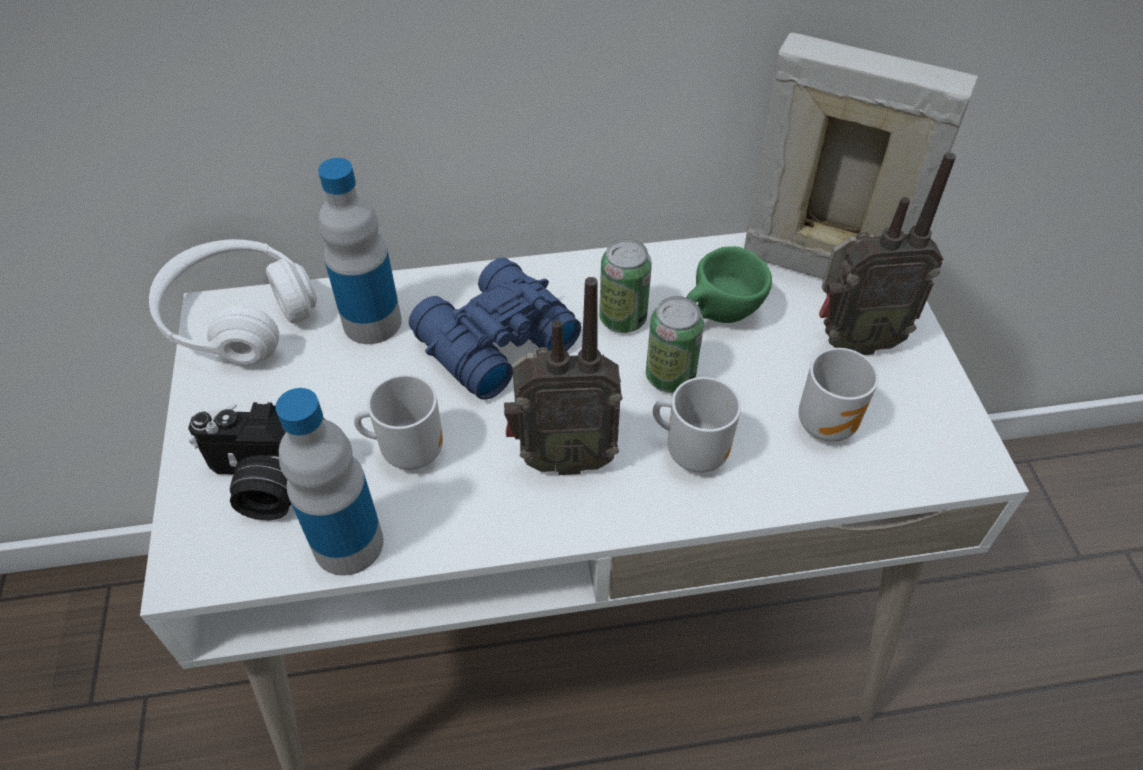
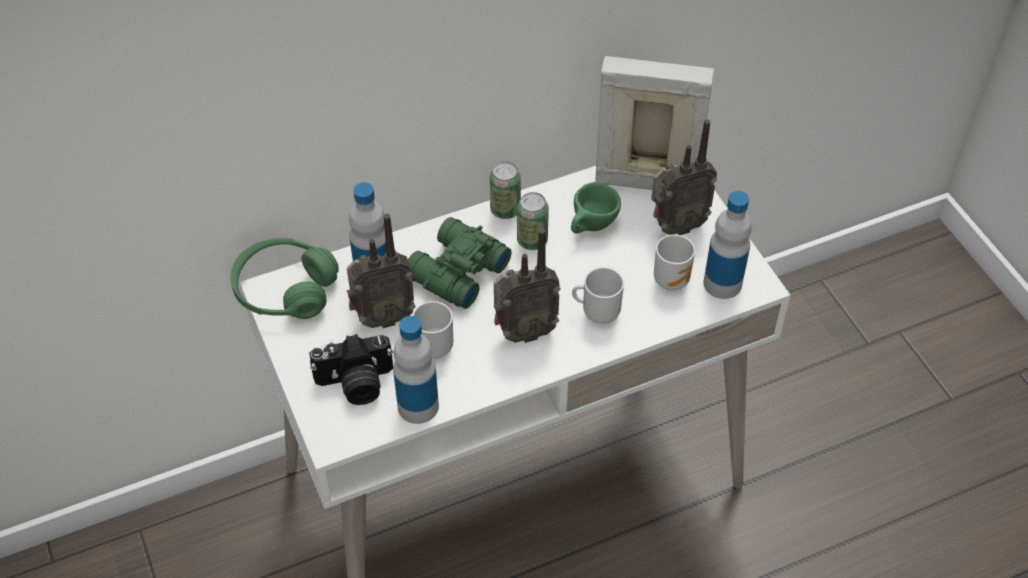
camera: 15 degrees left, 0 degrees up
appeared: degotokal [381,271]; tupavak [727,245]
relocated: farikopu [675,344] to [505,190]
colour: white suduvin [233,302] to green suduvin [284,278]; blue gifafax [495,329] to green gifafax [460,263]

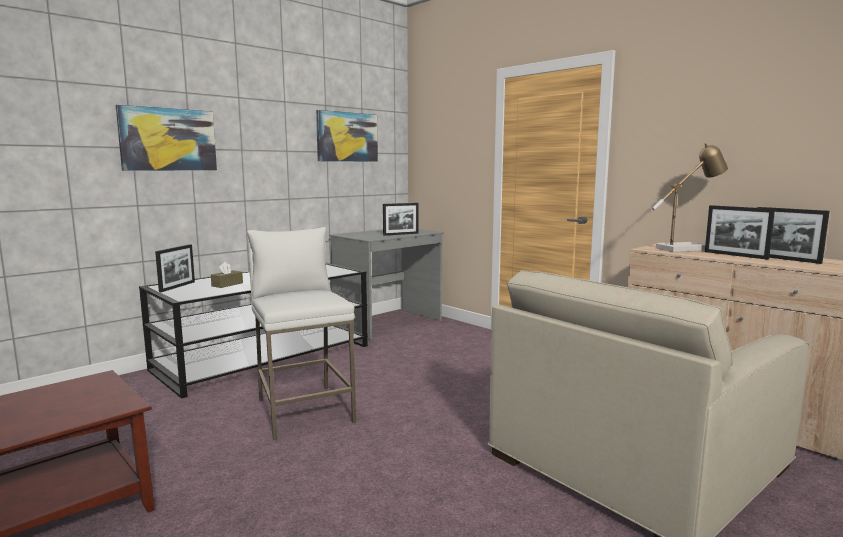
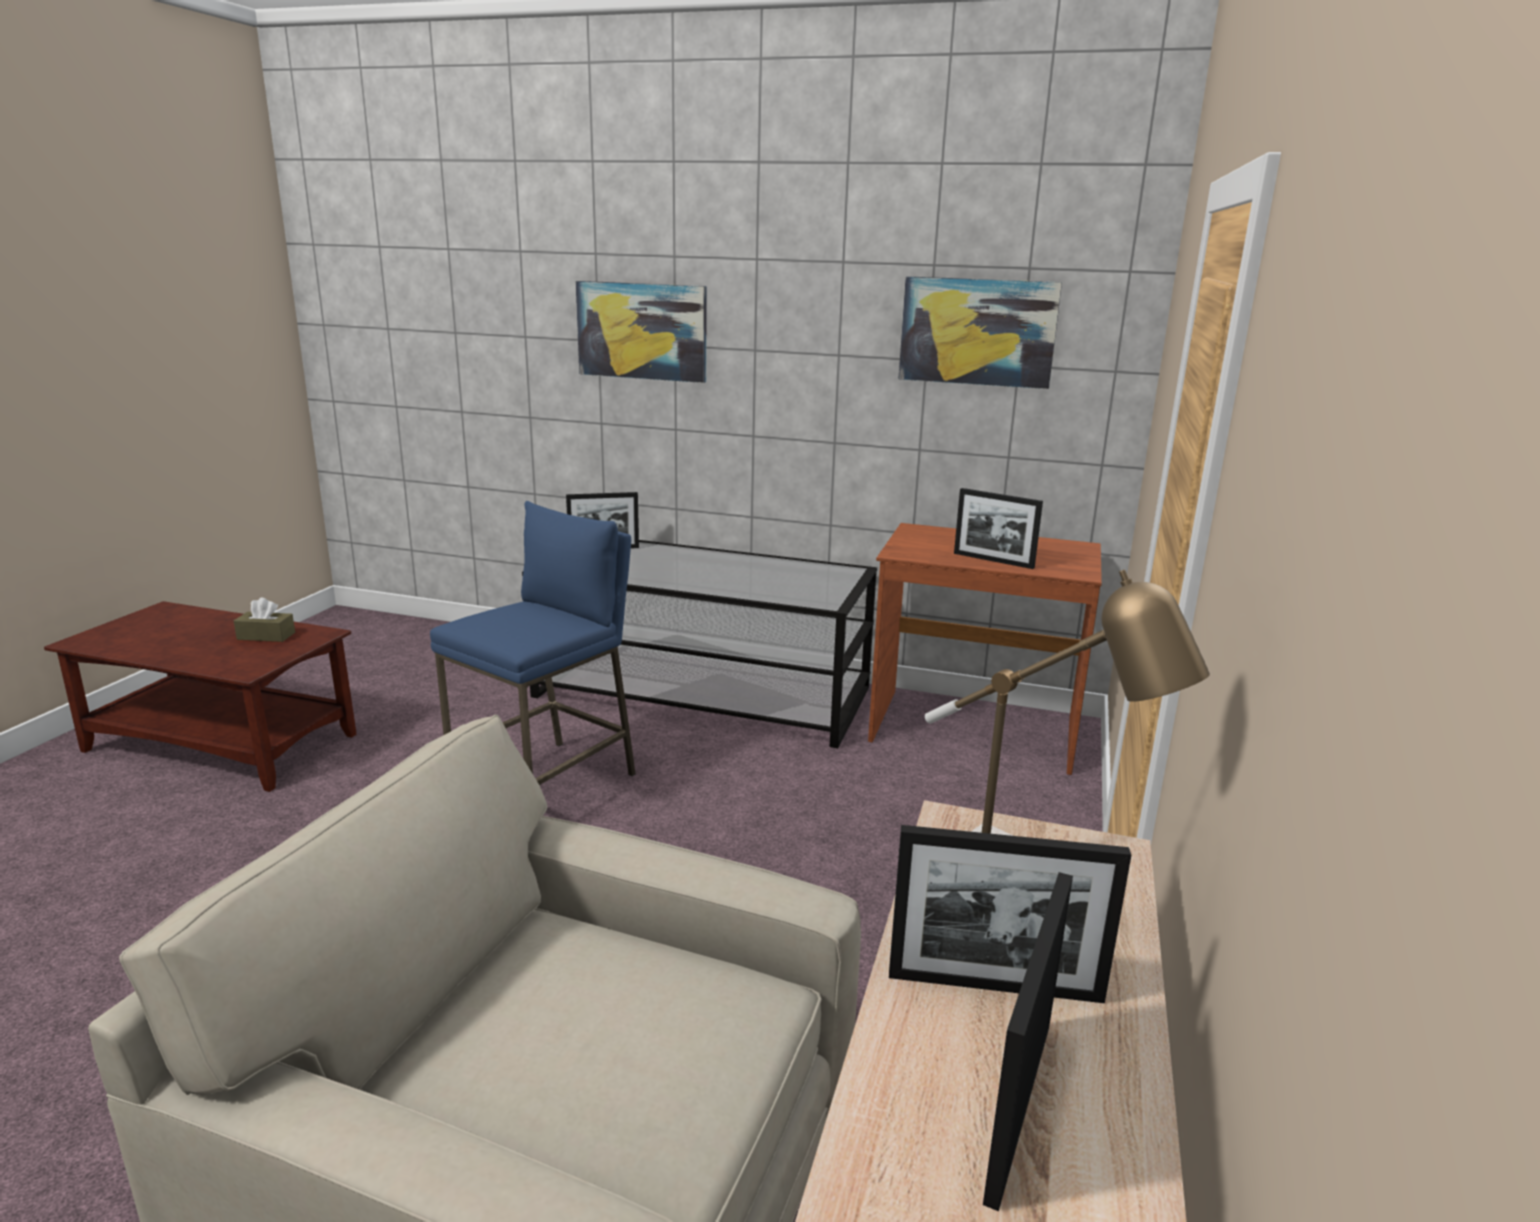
camera: 60 degrees right, 10 degrees up
relocated: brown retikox [227,275] to [264,619]
colour: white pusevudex [301,333] to blue pusevudex [533,643]; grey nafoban [387,284] to brown nafoban [985,649]
spun: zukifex [740,232] = [1010,914] 105 degrees counterclockwise

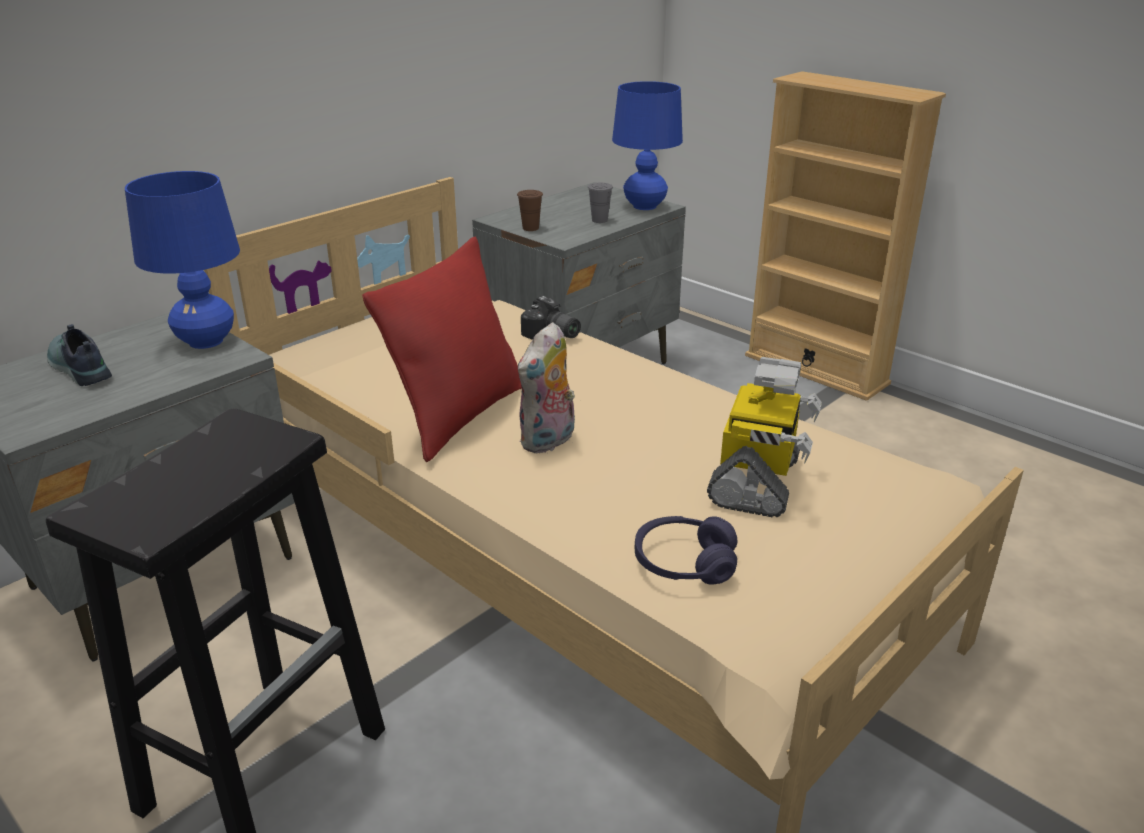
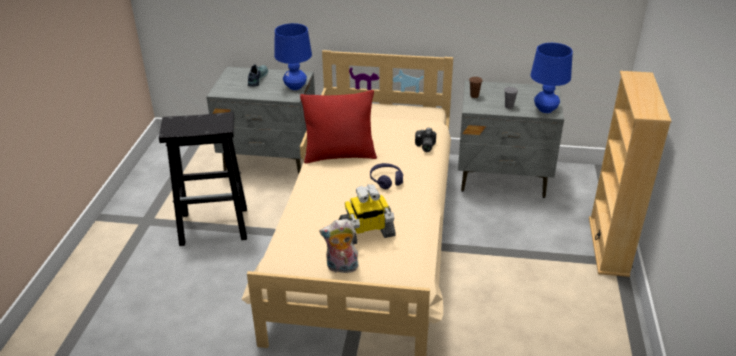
camera: 55 degrees right, 5 degrees up
relocated: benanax [546,388] to [339,246]; purple suduvin [686,550] to [386,176]

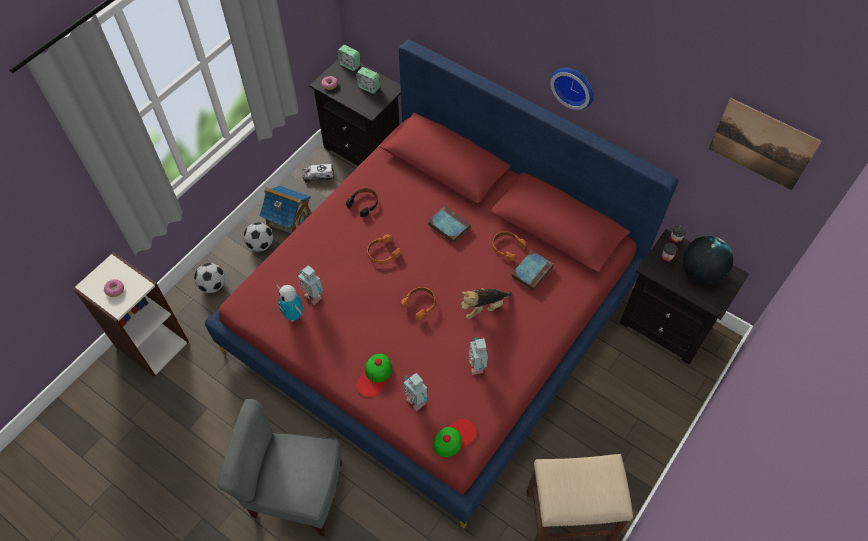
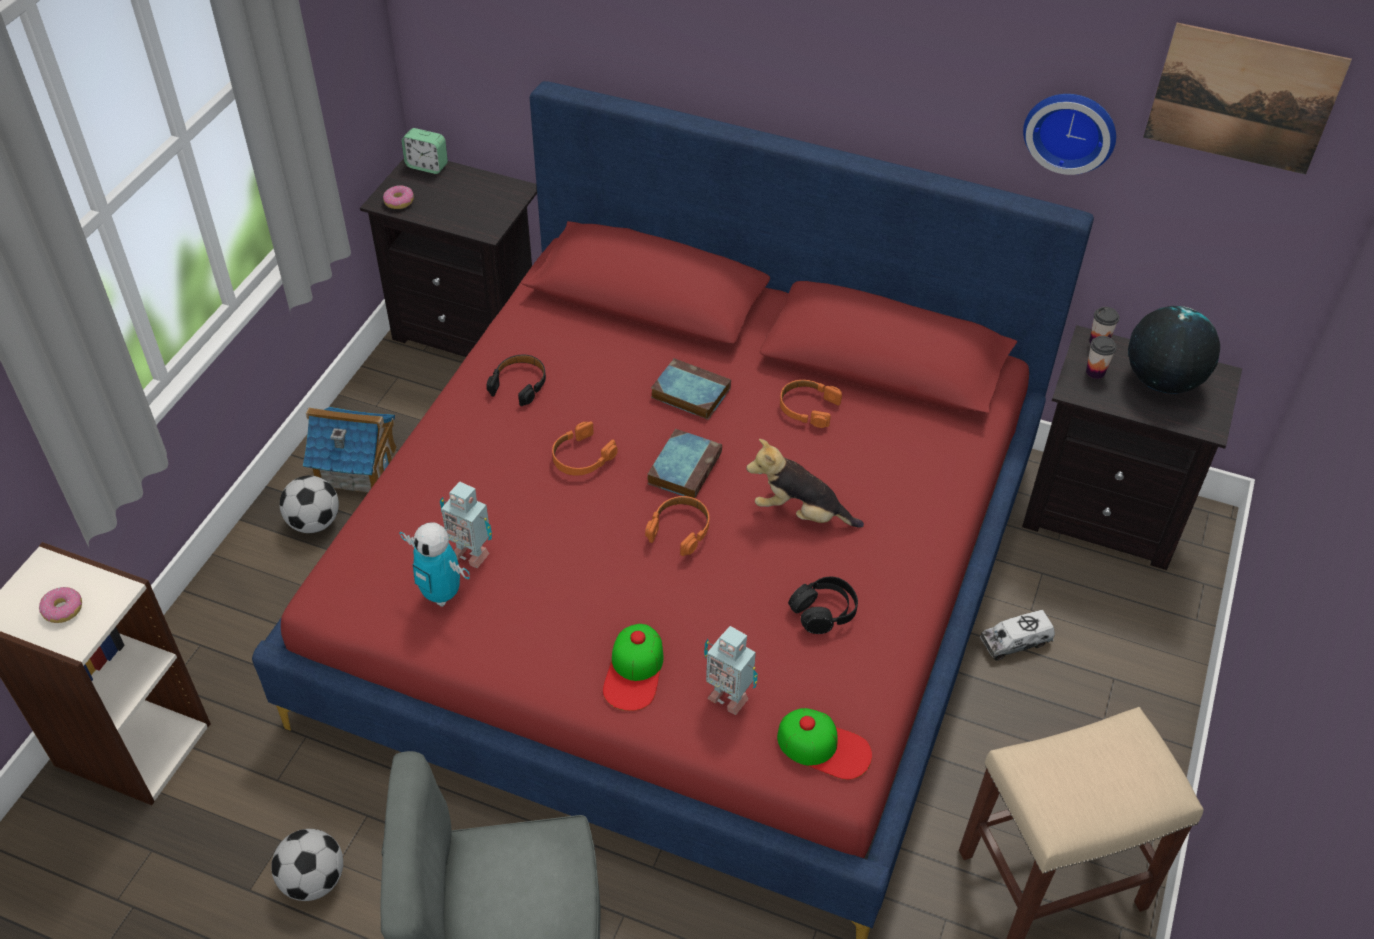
camera: 15 degrees left, 10 degrees down
missing: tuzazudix [368,80]
relocated: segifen [209,278] to [307,865]; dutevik [318,173] to [1017,635]; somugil [532,271] to [684,463]; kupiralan [572,89] to [1069,134]
exchanged: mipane [478,356] to black suduvin [823,605]
spun: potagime [455,438] = [824,744] 75 degrees clockwise; benanax [486,303] = [805,483] 60 degrees clockwise

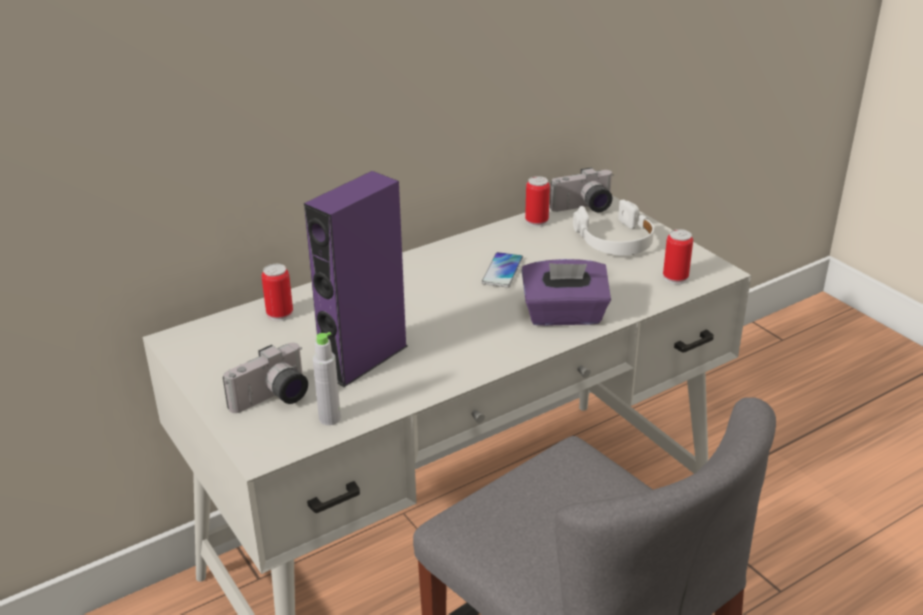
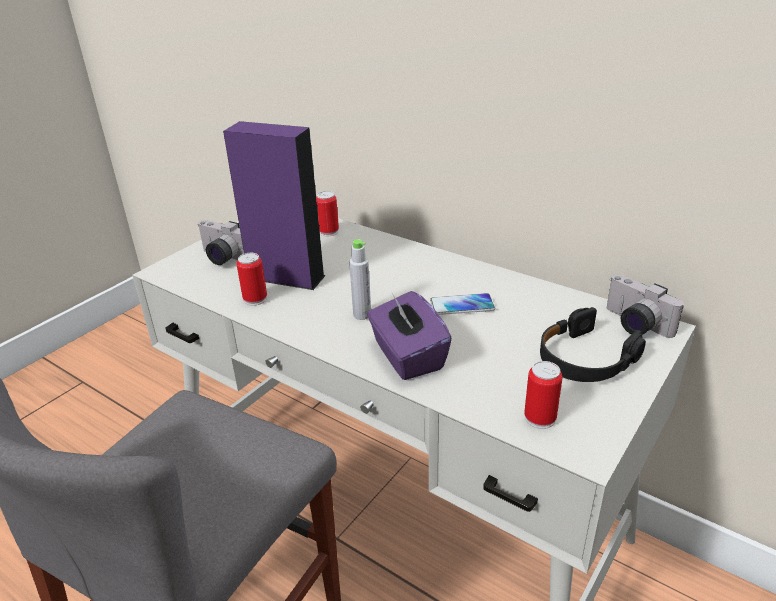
camera: 70 degrees right, 0 degrees up
relocated: grey tupavak [327,378] to [360,279]; farikopu [537,201] to [252,279]
colour: white suduvin [613,227] to black suduvin [593,344]

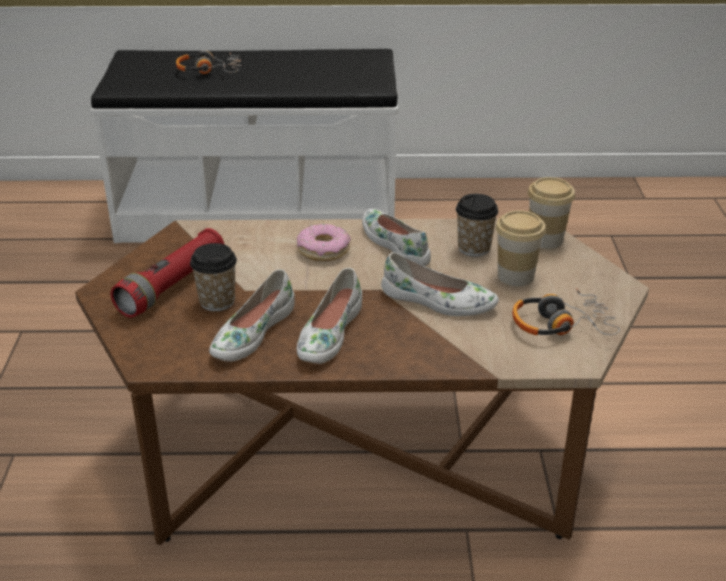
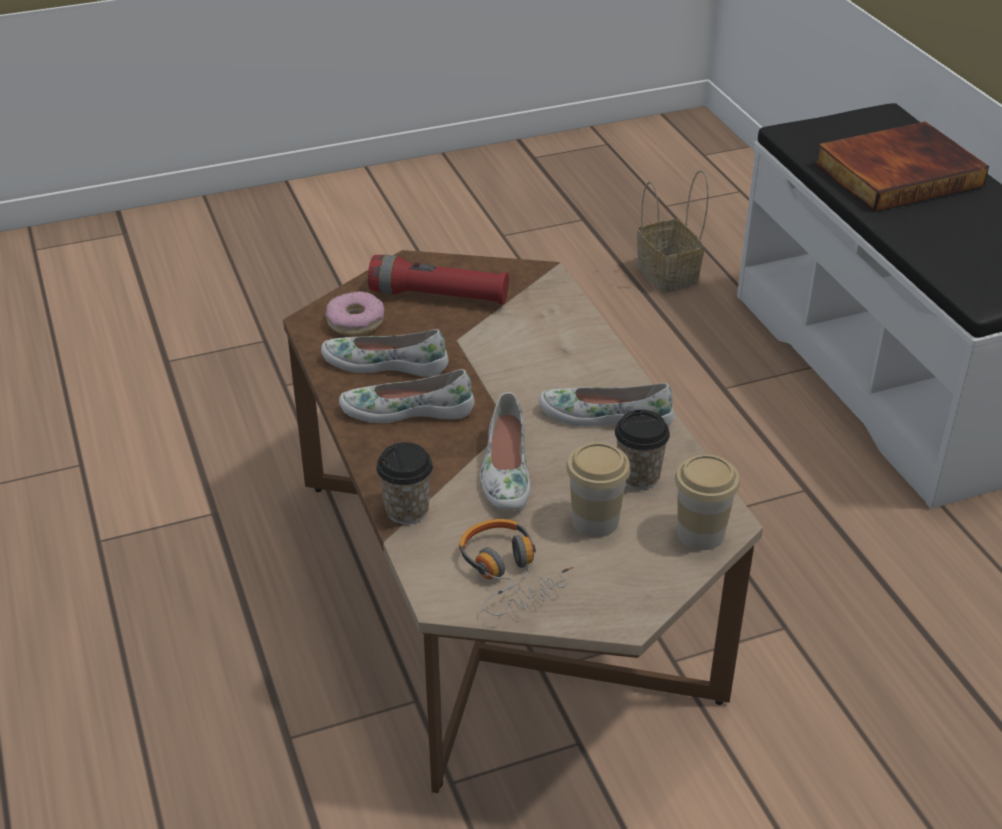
camera: 70 degrees right, 5 degrees up
appeared: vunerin [673,231]
relocated: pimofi [213,277] to [404,483]; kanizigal [324,242] to [355,313]
exchanged: suduvin [209,62] to somugil [902,166]
spun: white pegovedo [396,237] = [606,405] 120 degrees counterclockwise

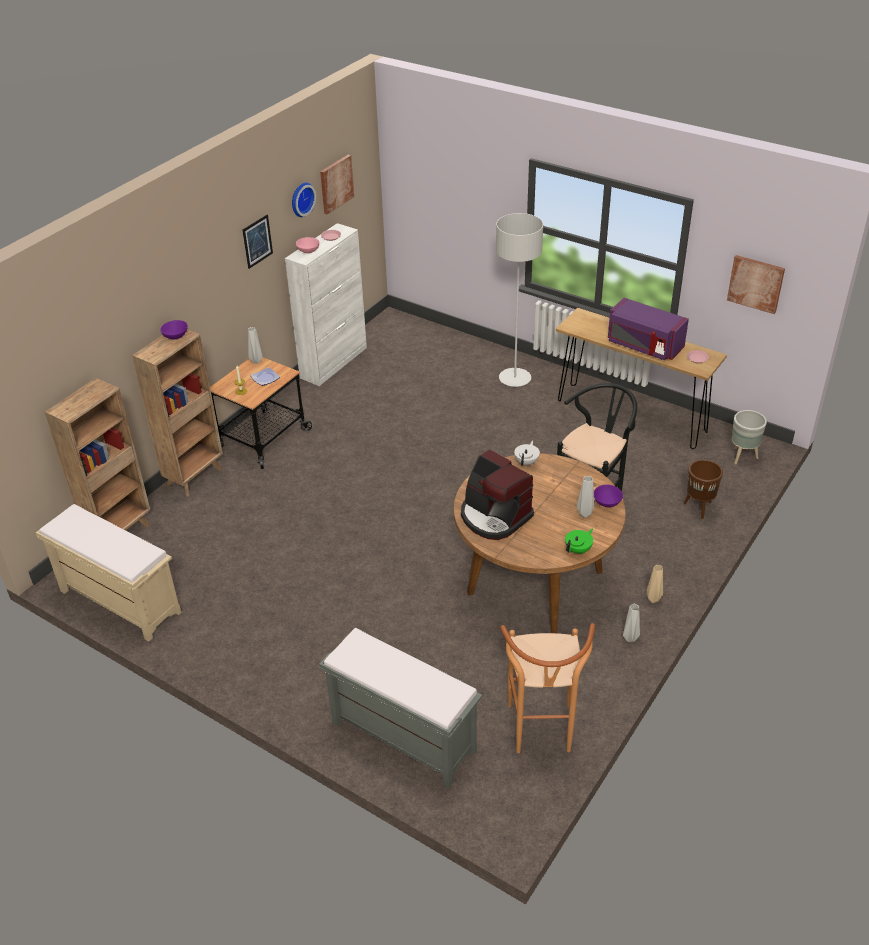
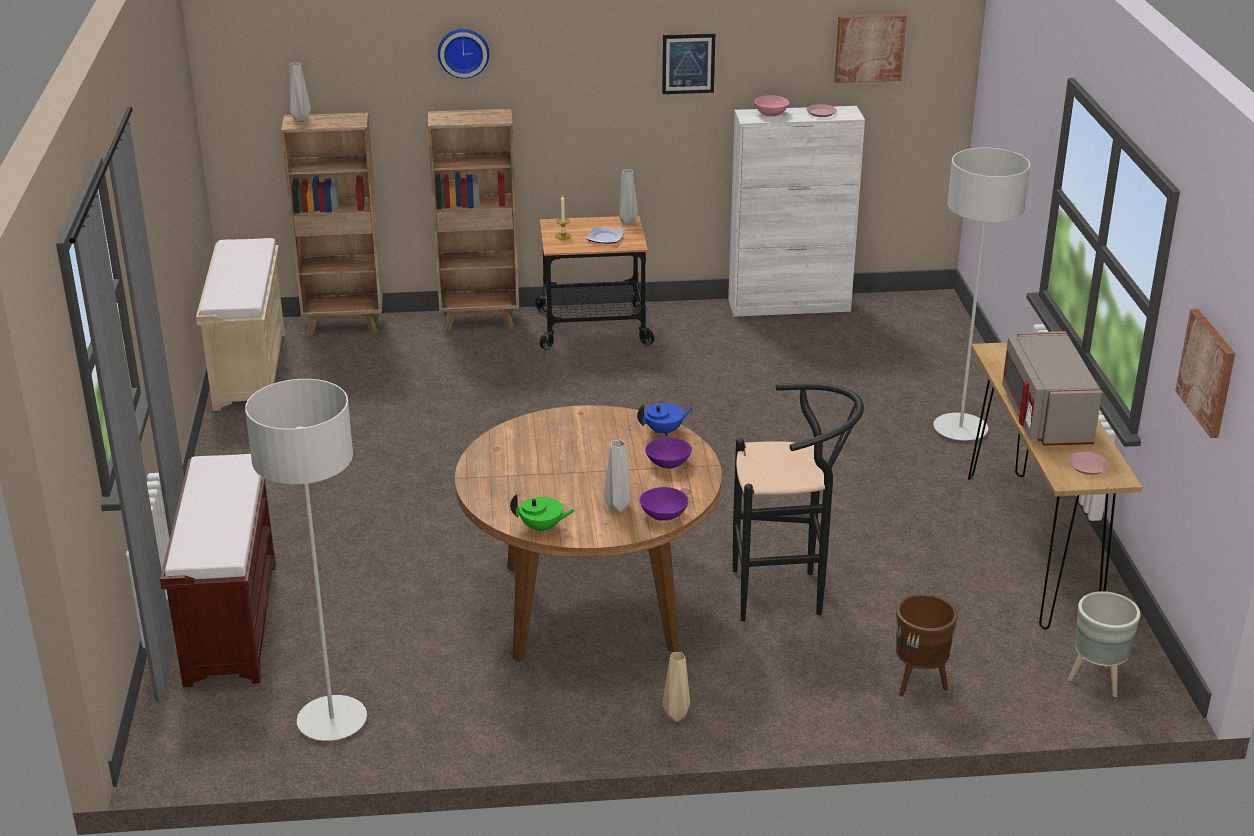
camera: 50 degrees right, 10 degrees down
missing: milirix [497,494]
relocated: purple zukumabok [174,329] to [668,452]; kupiralan [304,199] to [463,54]; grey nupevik [631,623] to [300,91]
exchanged: brown pusevudex [547,688] to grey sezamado [306,560]
colour: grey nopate [400,708] to brown nopate [218,570]; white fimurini [527,453] to blue fimurini [665,420]; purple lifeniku [648,329] to grey lifeniku [1052,388]

